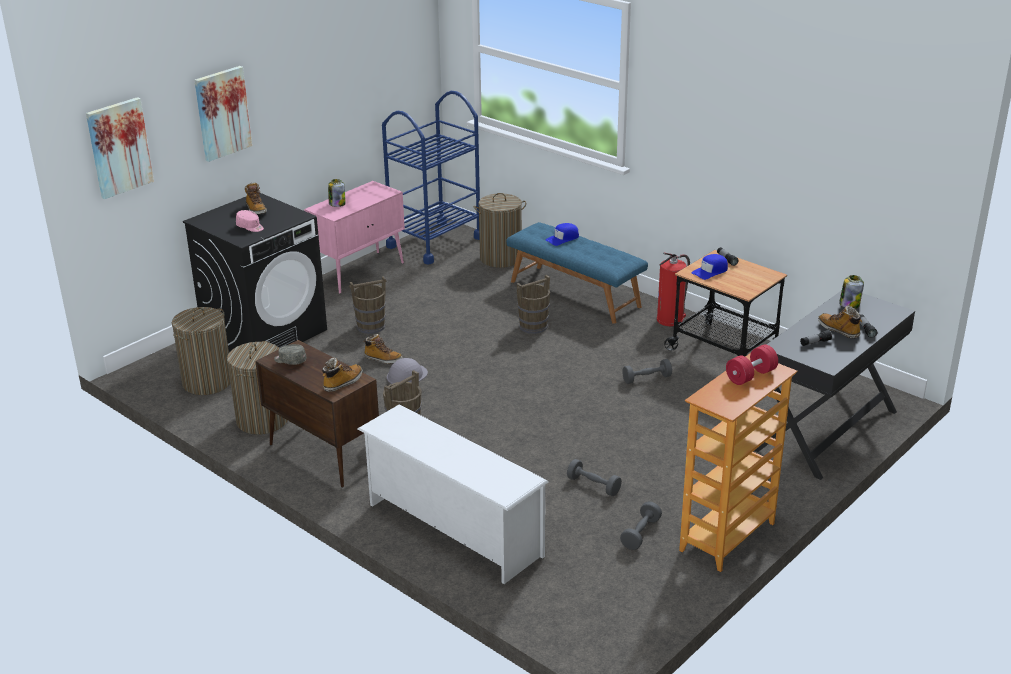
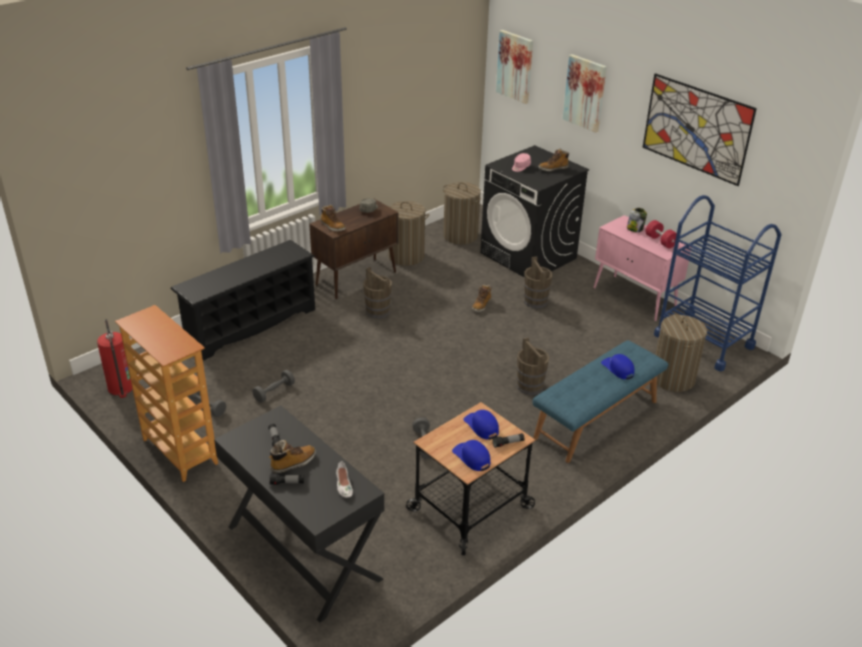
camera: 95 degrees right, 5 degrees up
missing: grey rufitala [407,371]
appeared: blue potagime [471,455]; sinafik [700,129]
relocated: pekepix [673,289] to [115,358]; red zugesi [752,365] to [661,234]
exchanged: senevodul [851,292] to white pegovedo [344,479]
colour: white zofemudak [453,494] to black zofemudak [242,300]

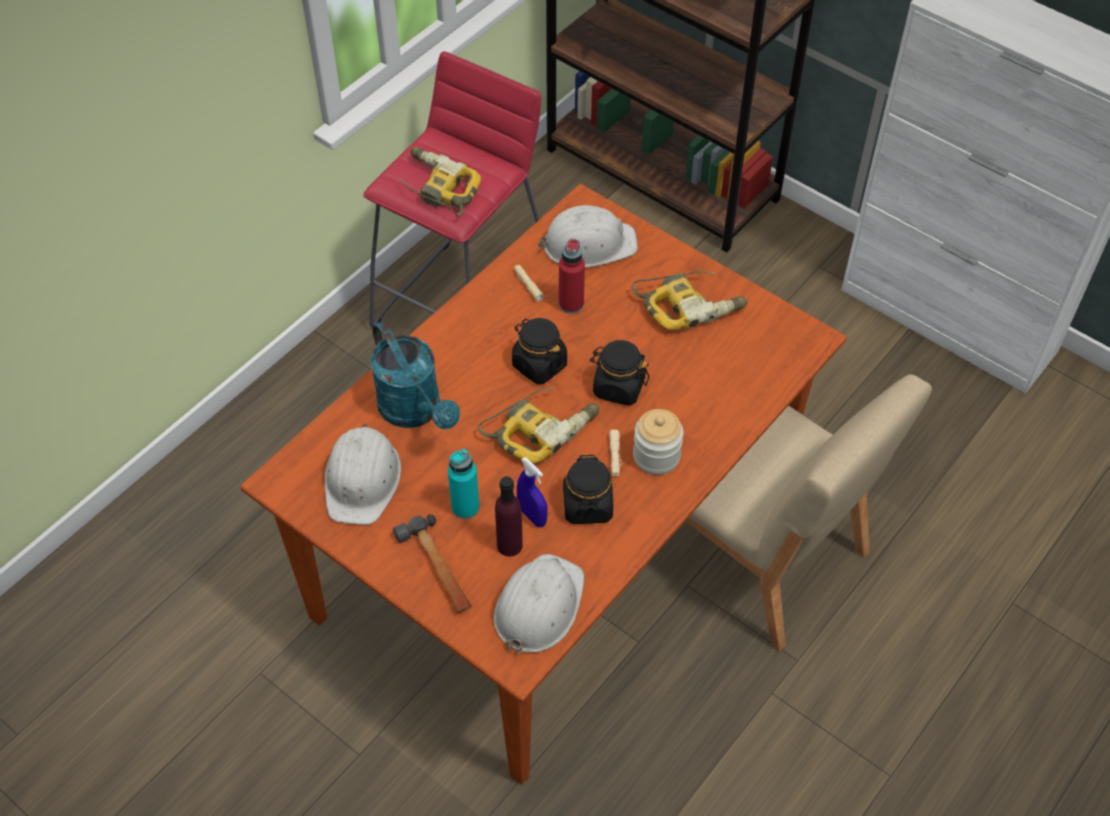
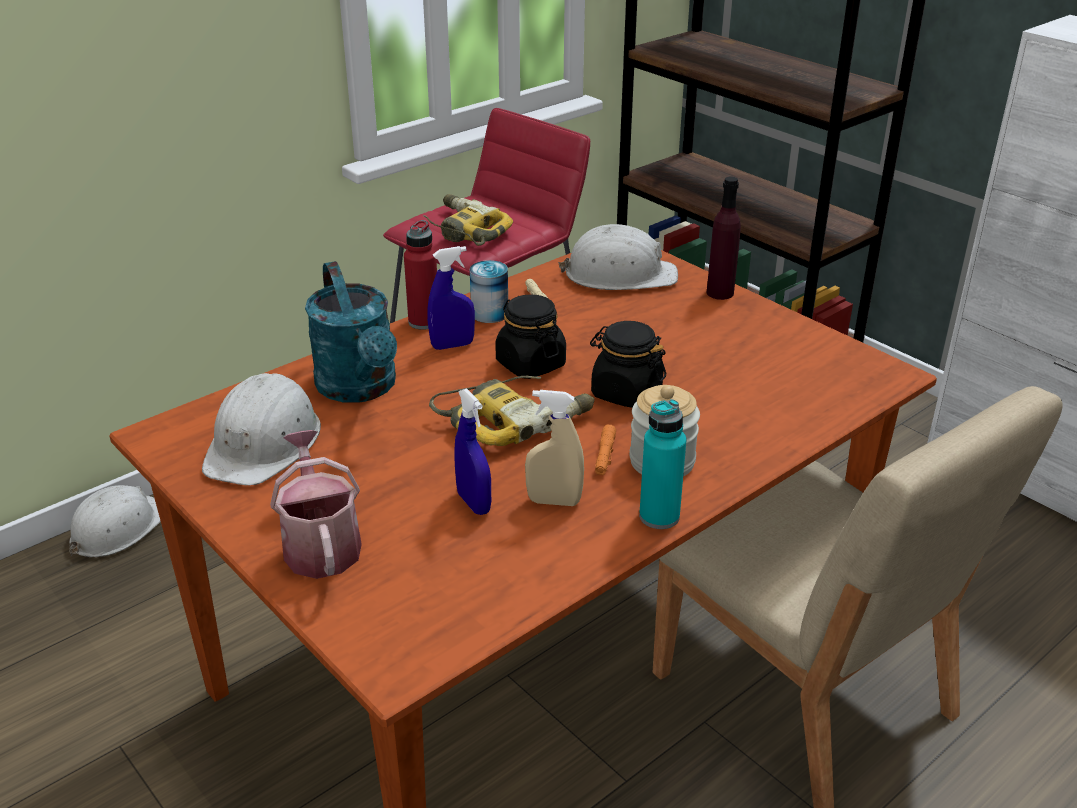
camera: 10 degrees right, 20 degrees down
missing: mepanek [690,301]
appeared: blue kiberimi [451,298]; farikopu [489,291]
relocated: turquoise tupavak [464,484] to [662,464]; white rufitala [539,604] to [115,521]; purple tupavak [509,516] to [724,238]; red tupavak [572,276] to [420,275]
exchanged: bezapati [432,563] to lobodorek [316,504]; black senevodul [588,489] to beige kiberimi [554,448]
colour: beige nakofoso [615,453] to orange nakofoso [605,450]

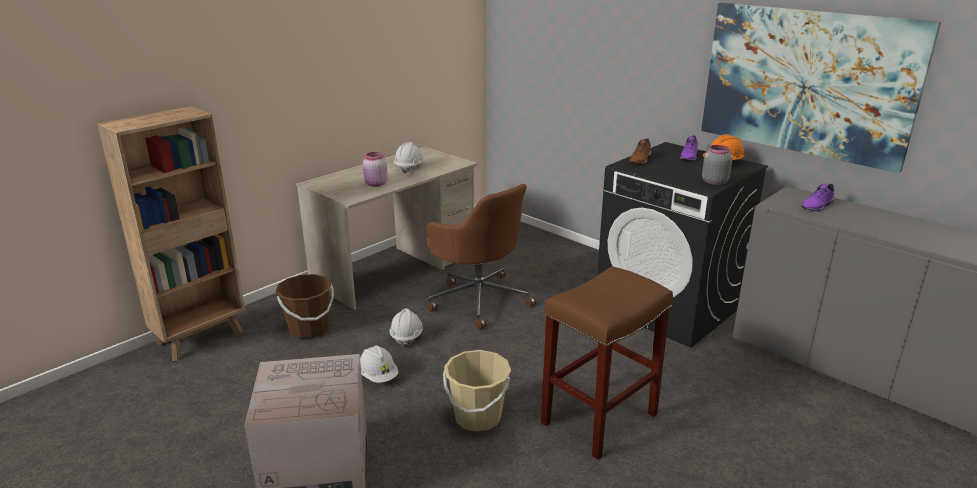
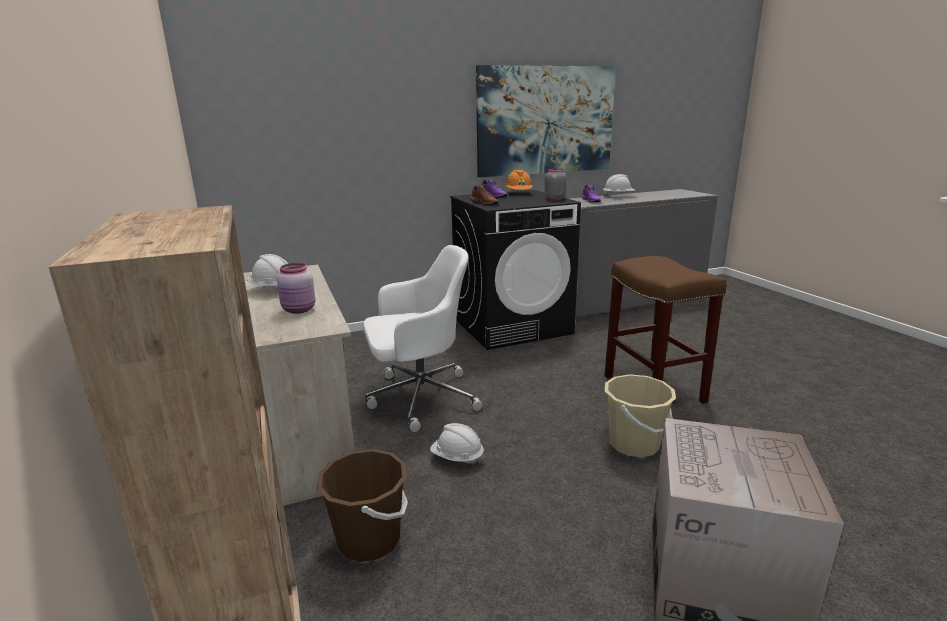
camera: 65 degrees left, 5 degrees down
relocated: white rufitala [379,364] to [619,185]
colour: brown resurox [481,256] to white resurox [423,338]

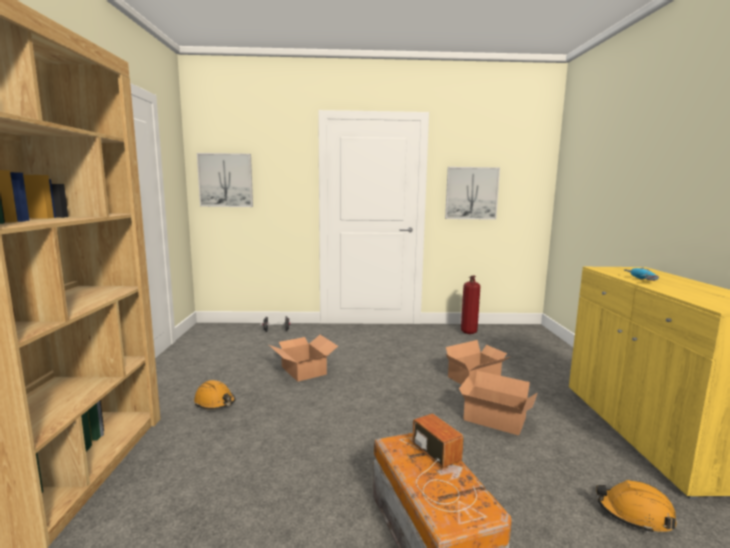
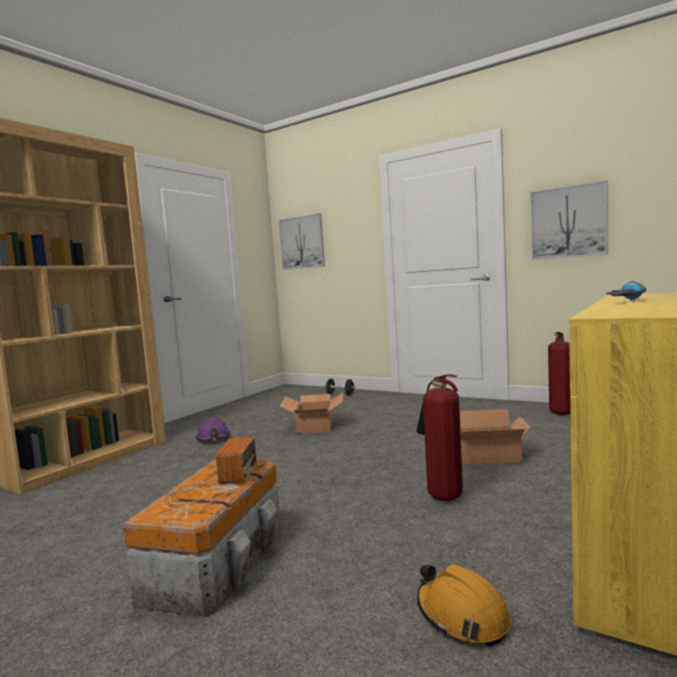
camera: 35 degrees right, 5 degrees down
exchanged: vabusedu [498,403] to pekepix [439,437]
colour: orange rufitala [214,395] to purple rufitala [212,429]

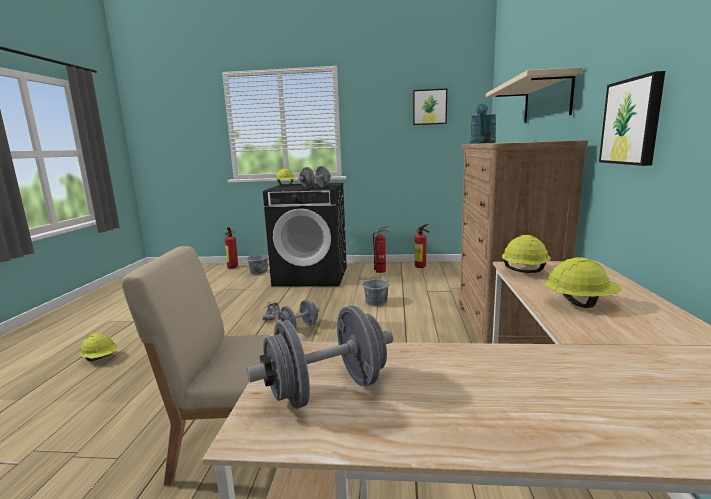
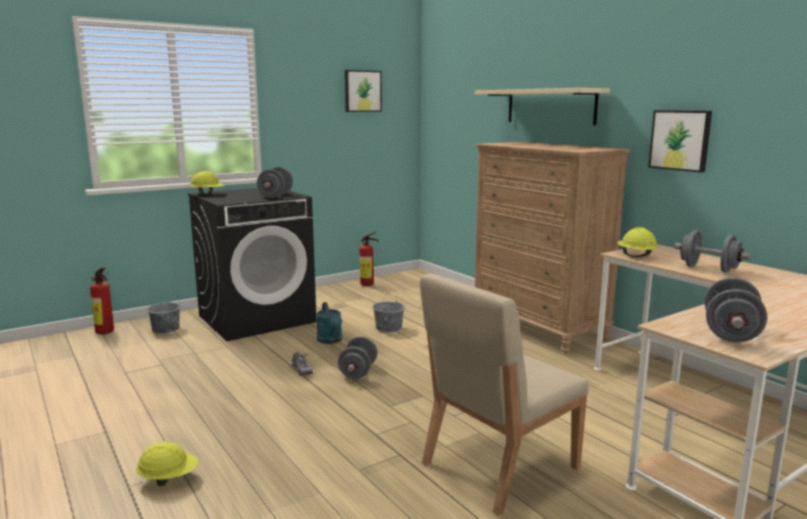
camera: 40 degrees left, 0 degrees up
missing: pekepix [381,249]
relocated: turquoise lobodorek [483,124] to [329,323]
exchanged: yellow rufitala [583,282] to grey zugesi [712,251]

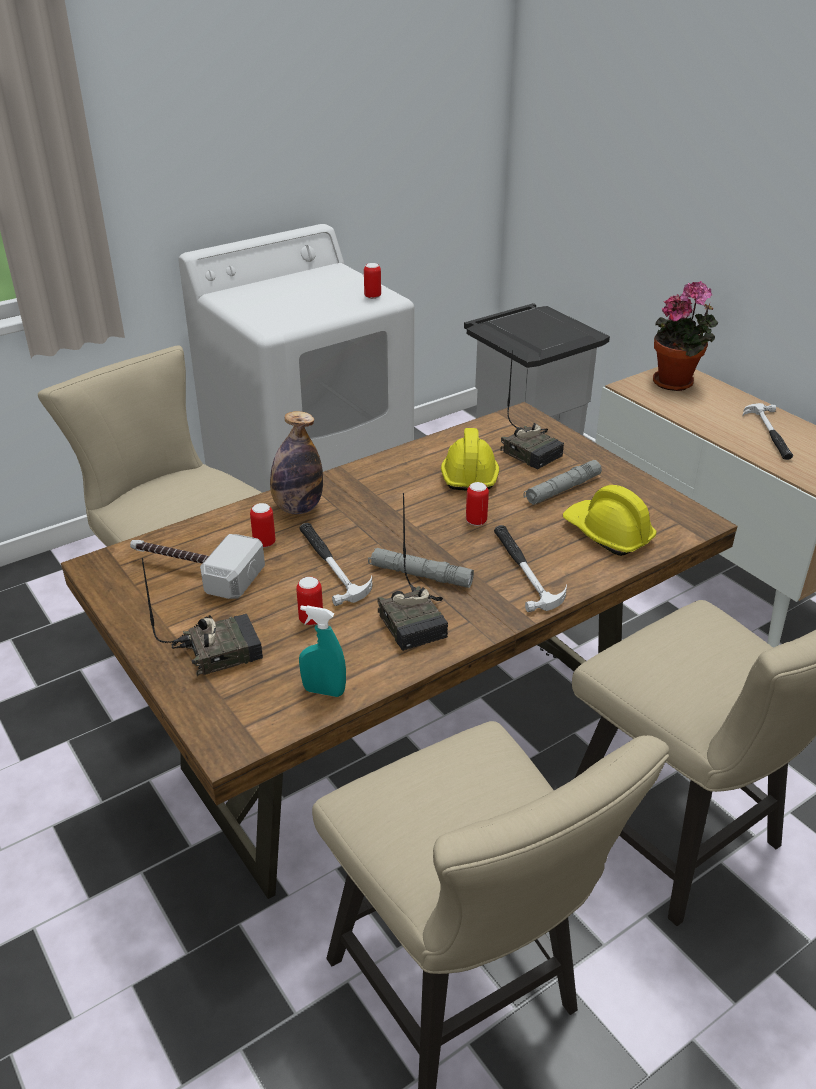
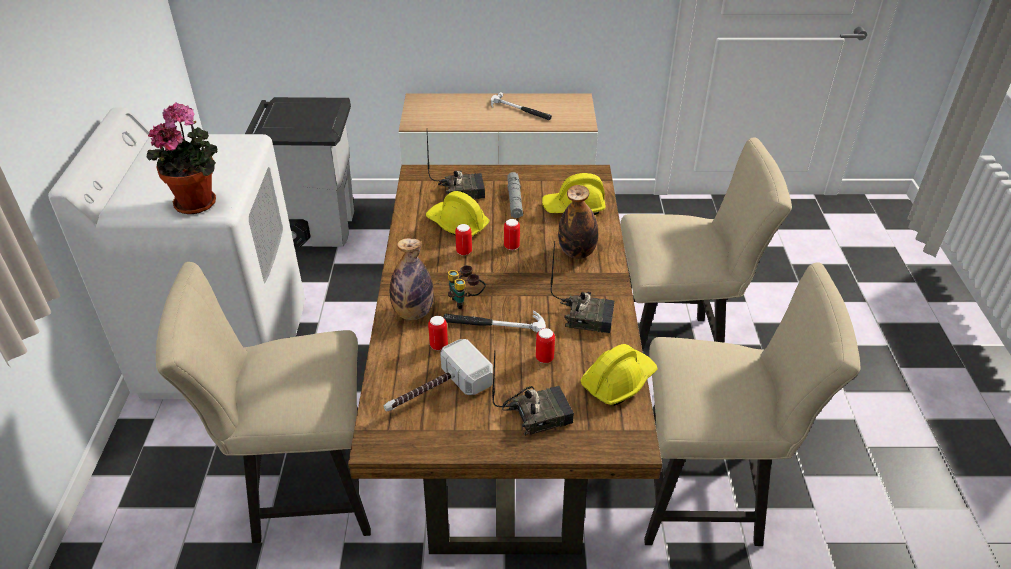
camera: 55 degrees left, 5 degrees up
missing: grey nakofoso [421,568]
appeared: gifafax [467,287]
relocated: farikopu [372,281] to [463,240]; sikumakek [685,336] to [182,158]
exchanged: turquoise kiberimi [322,651] to yellow rufitala [618,375]; bezapati [530,568] to tupavak [578,222]
spun: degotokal [202,617] = [533,393] 60 degrees clockwise

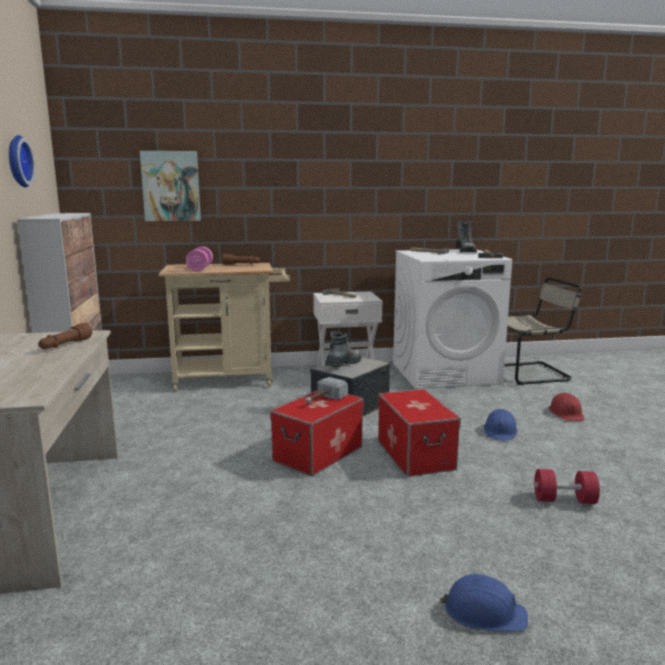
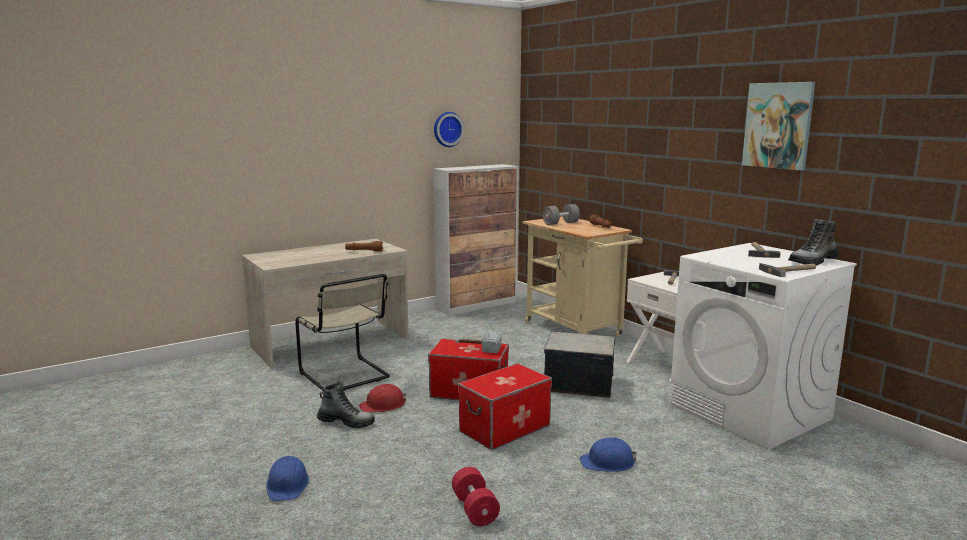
camera: 65 degrees right, 0 degrees up
relocated: sinafik [170,186] to [778,126]; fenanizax [343,349] to [346,404]; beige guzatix [542,331] to [342,332]; red rufitala [566,407] to [382,398]
colour: pink zugesi [199,258] to grey zugesi [561,214]

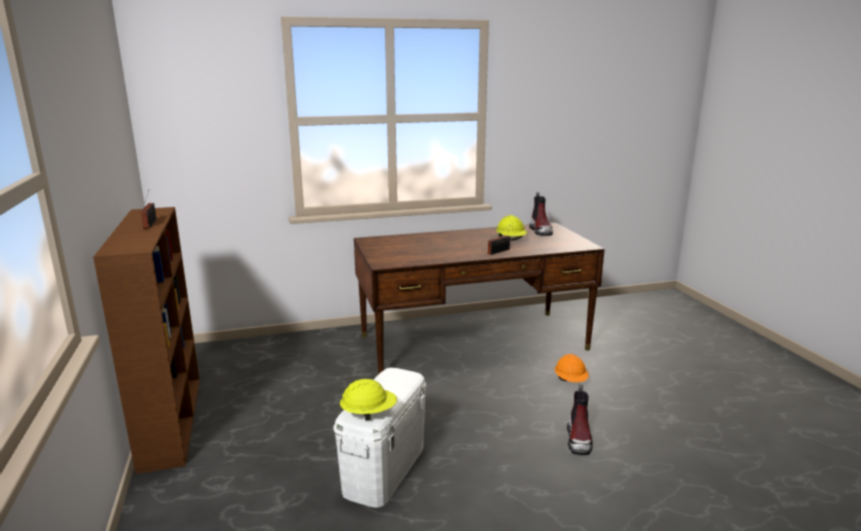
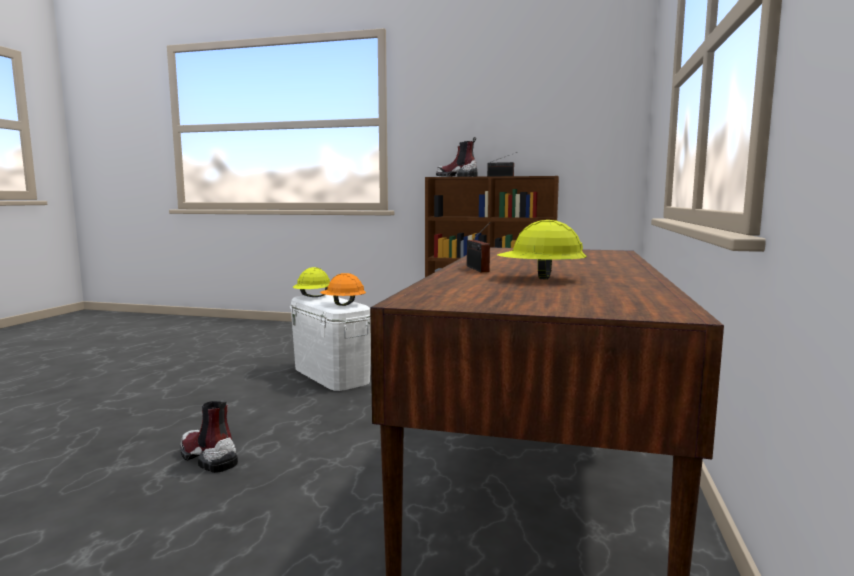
camera: 120 degrees right, 10 degrees down
relocated: fenanizax [541,214] to [457,157]; orange rufitala [572,368] to [343,289]

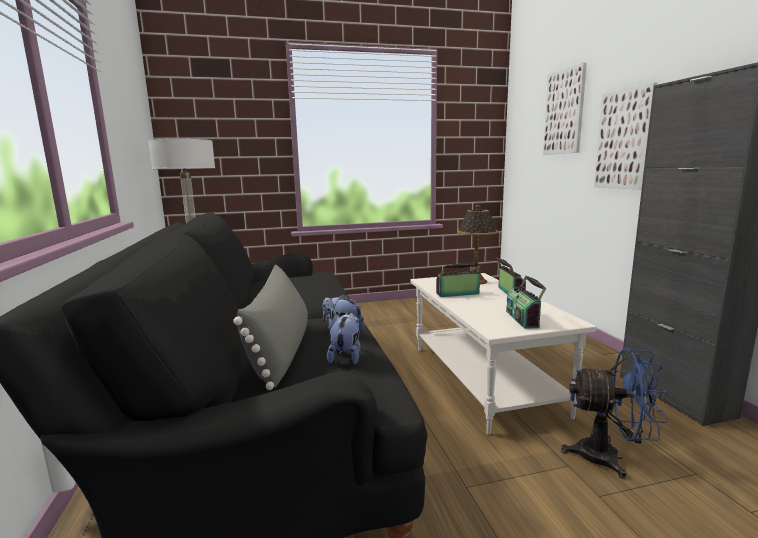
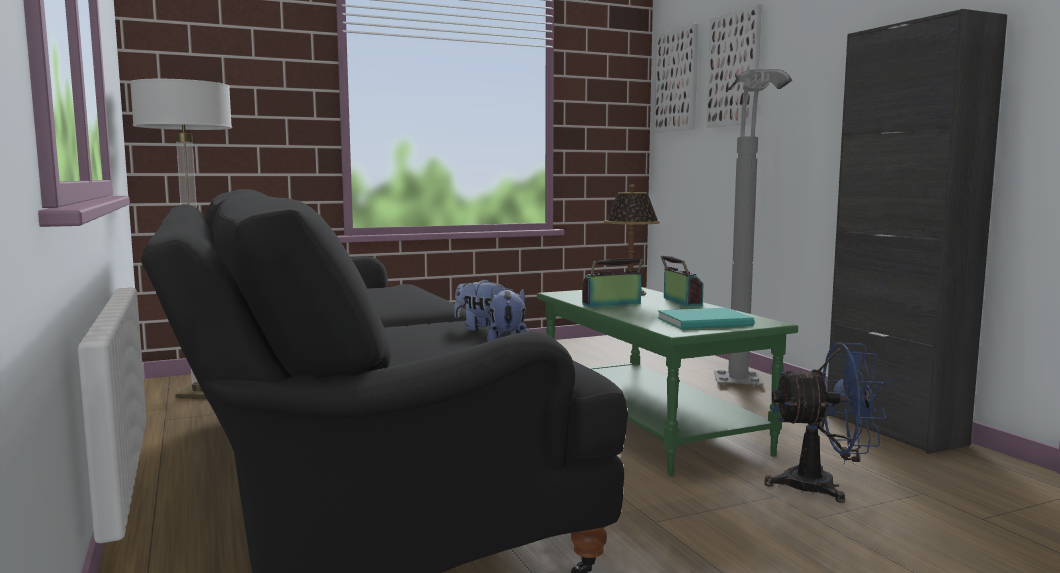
camera: 10 degrees left, 5 degrees down
missing: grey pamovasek [270,327]
appeared: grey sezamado [753,228]
relocated: sinafik [625,136] to [676,78]
exchanged: degotokal [526,302] to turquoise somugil [706,318]
colour: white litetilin [503,354] to green litetilin [667,381]

